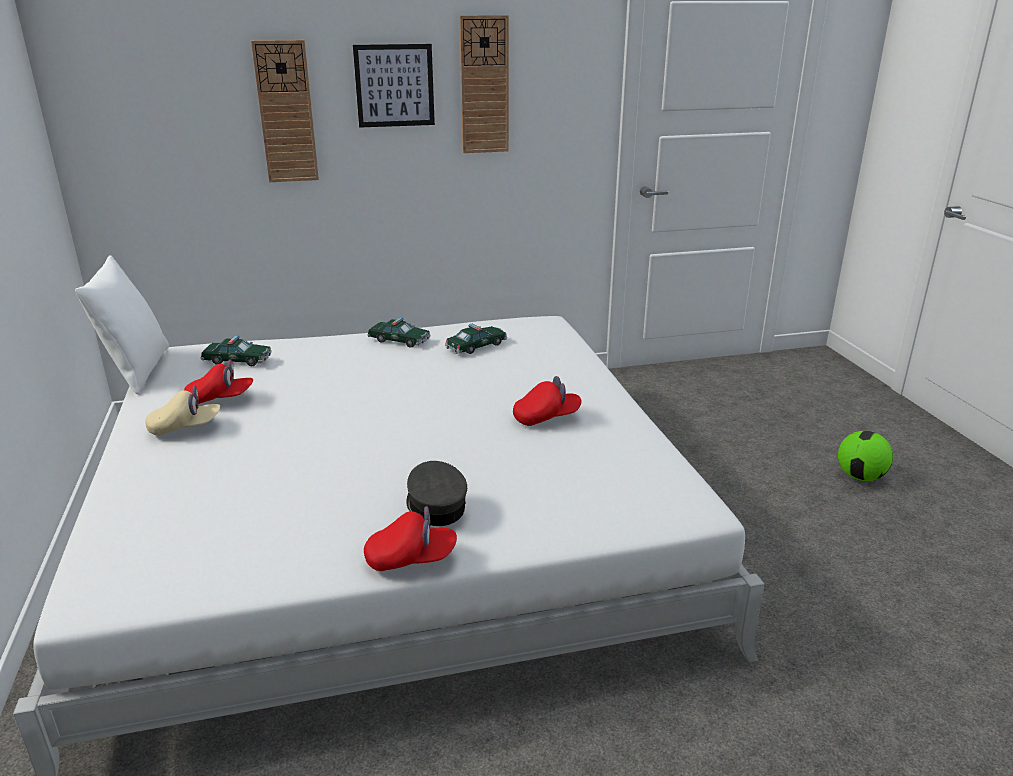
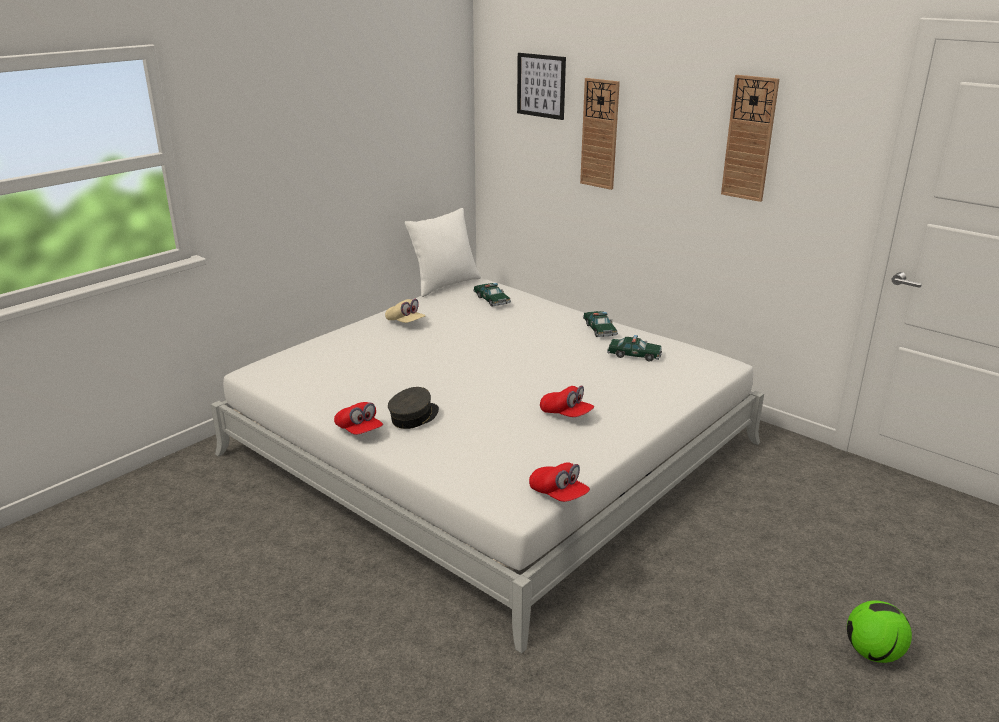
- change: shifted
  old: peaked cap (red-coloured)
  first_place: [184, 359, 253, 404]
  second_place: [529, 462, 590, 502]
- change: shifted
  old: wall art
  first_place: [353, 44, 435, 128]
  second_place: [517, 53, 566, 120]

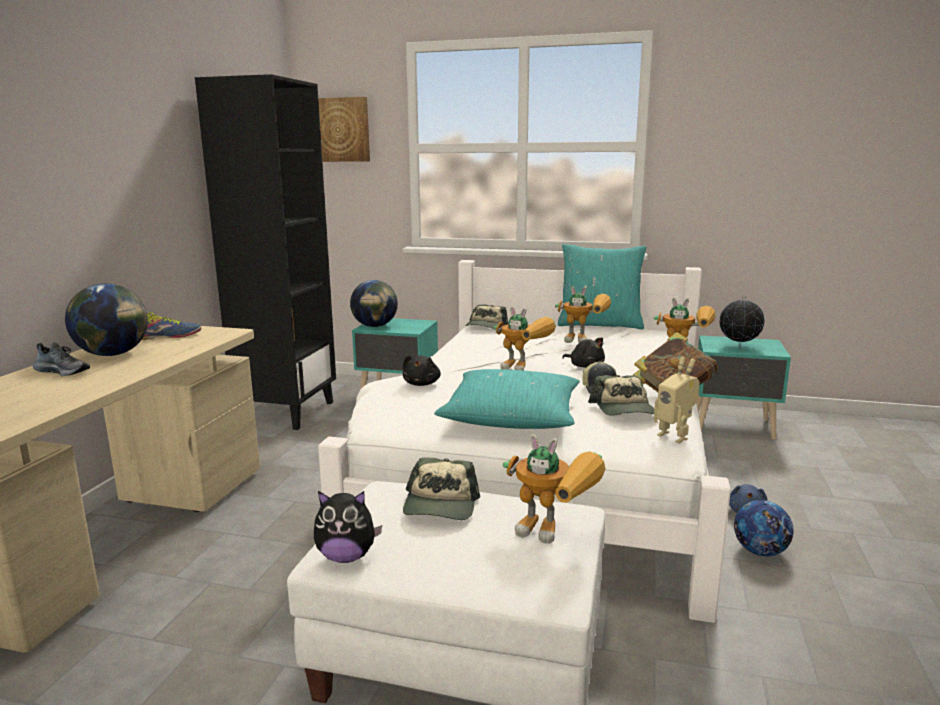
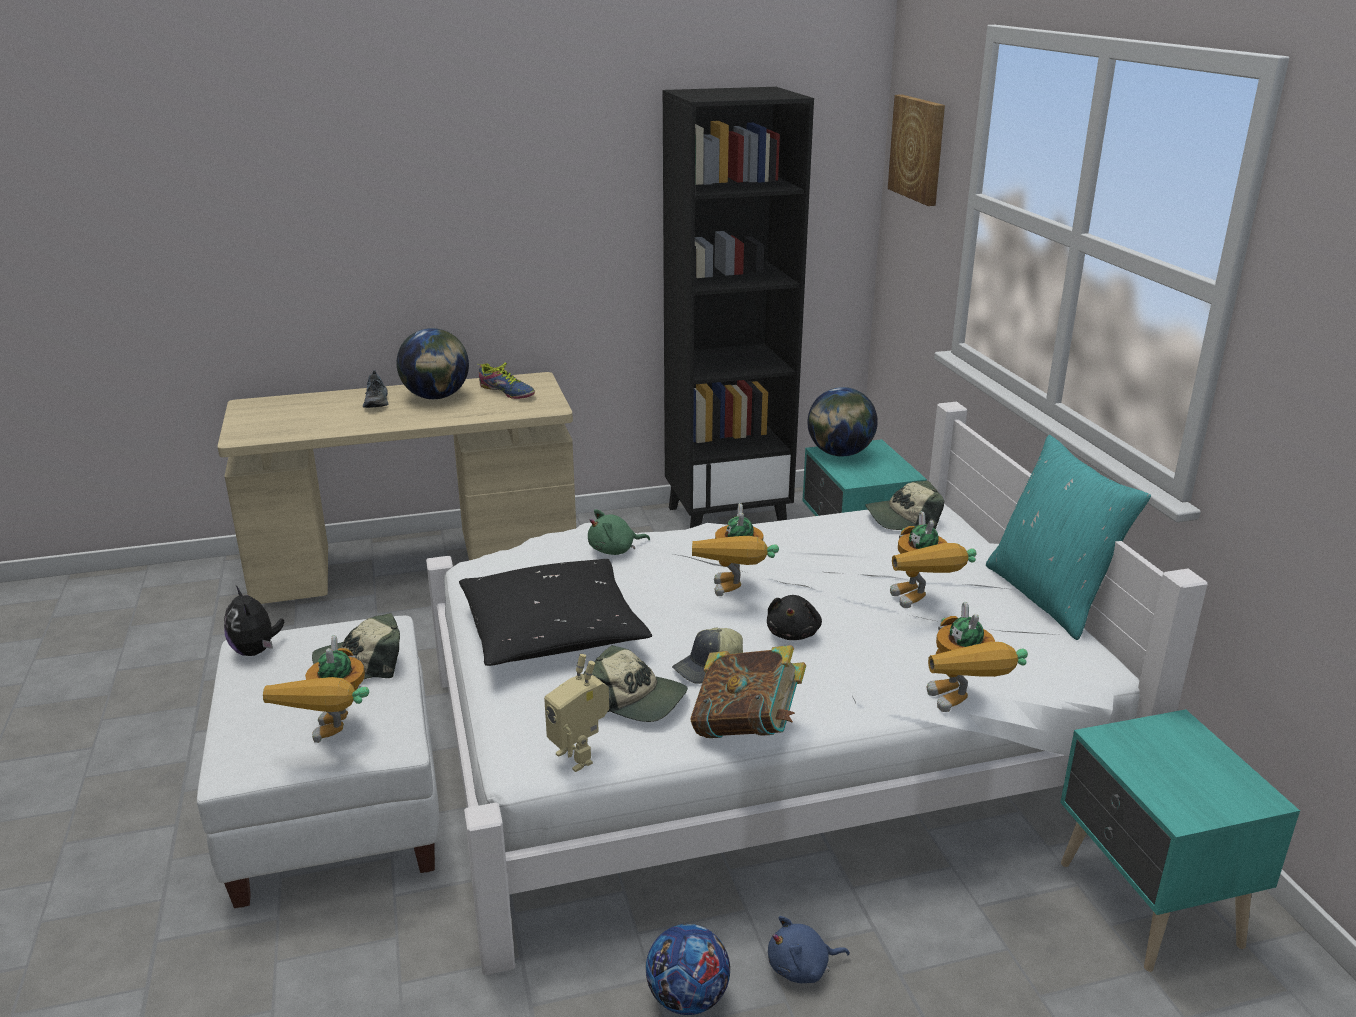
- change: gone
  old: desk globe
  first_place: [719, 296, 765, 346]
- change: repainted
  old: soft toy (blackish)
  new: soft toy (green-coloured)
  first_place: [403, 355, 441, 386]
  second_place: [588, 509, 650, 555]
- change: repainted
  old: throw pillow (turquoise)
  new: throw pillow (blackish)
  first_place: [434, 369, 580, 429]
  second_place: [459, 559, 652, 666]
- change: rotated
  old: peaked cap
  first_place: [588, 375, 654, 415]
  second_place: [583, 645, 688, 722]
  degrees: -120
- change: rotated
  old: robot figure
  first_place: [654, 356, 700, 443]
  second_place: [544, 654, 609, 772]
  degrees: -60

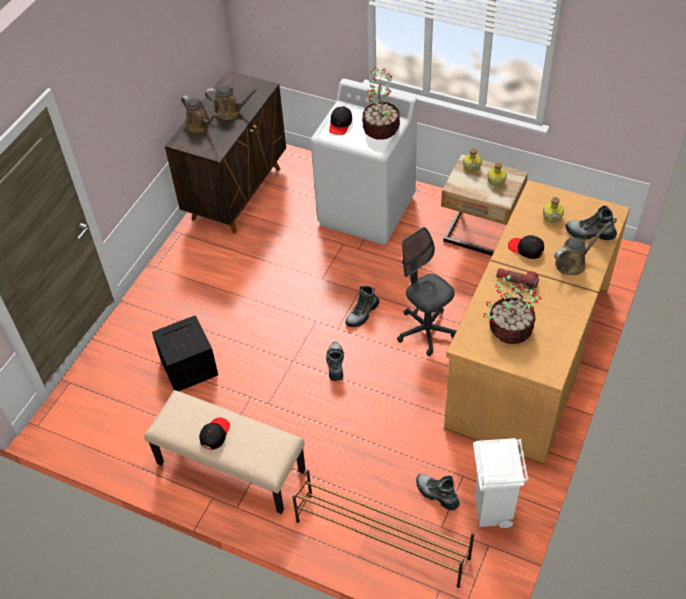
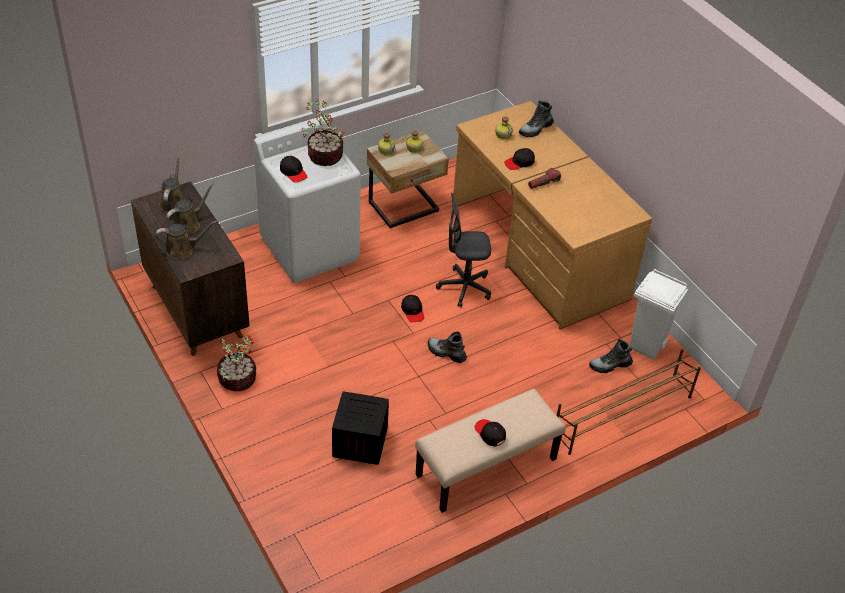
- change: shifted
  old: houseplant
  first_place: [483, 273, 542, 344]
  second_place: [217, 336, 256, 392]
- change: shifted
  old: watering pot (brownish)
  first_place: [554, 222, 611, 275]
  second_place: [159, 154, 185, 213]
- change: swapped
  old: tall boot
  new: peaked cap (blackish)
  first_place: [345, 286, 379, 327]
  second_place: [401, 295, 424, 322]

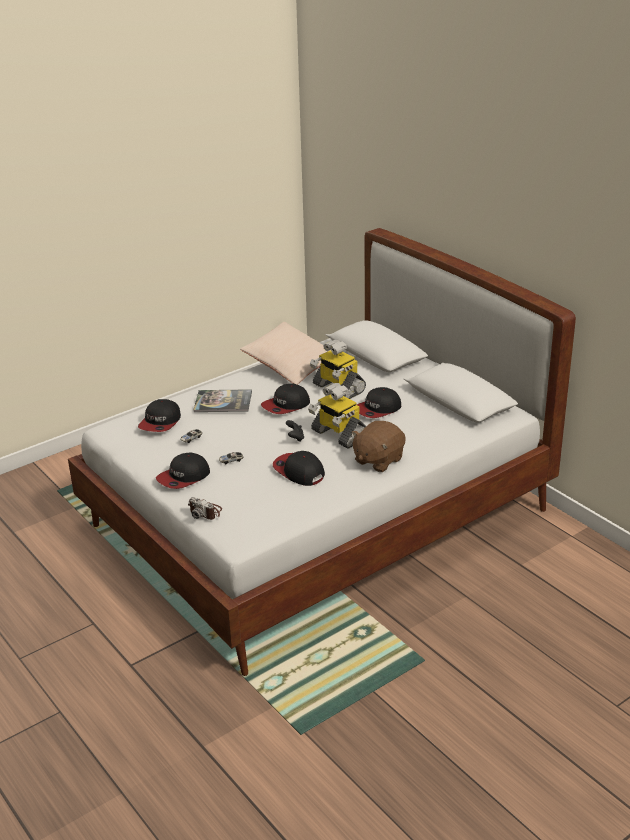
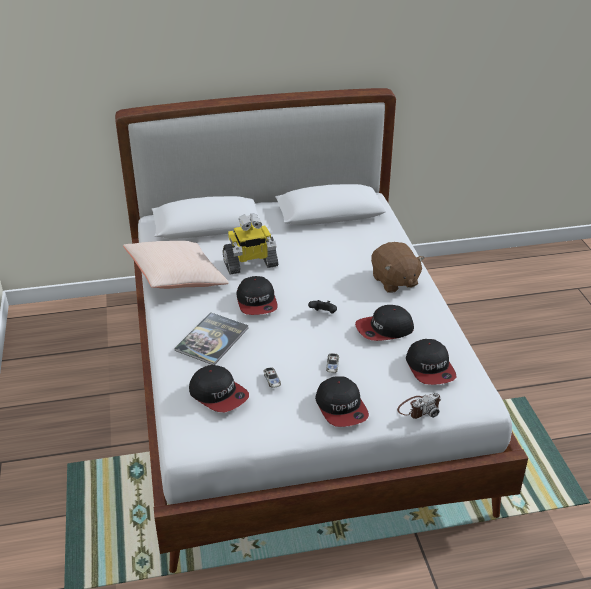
- change: gone
  old: robot figure
  first_place: [308, 383, 366, 449]
- change: shifted
  old: peaked cap
  first_place: [357, 387, 401, 418]
  second_place: [406, 339, 456, 385]

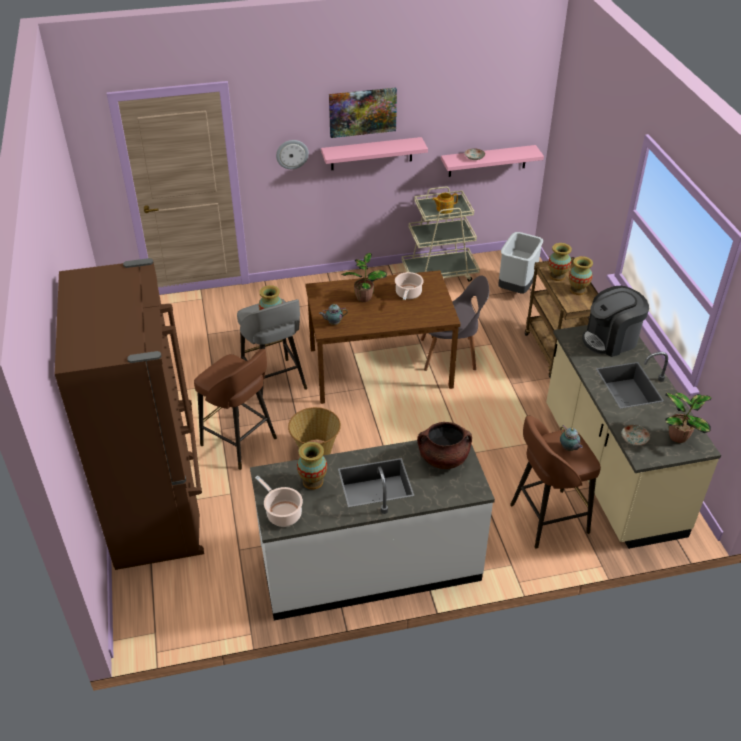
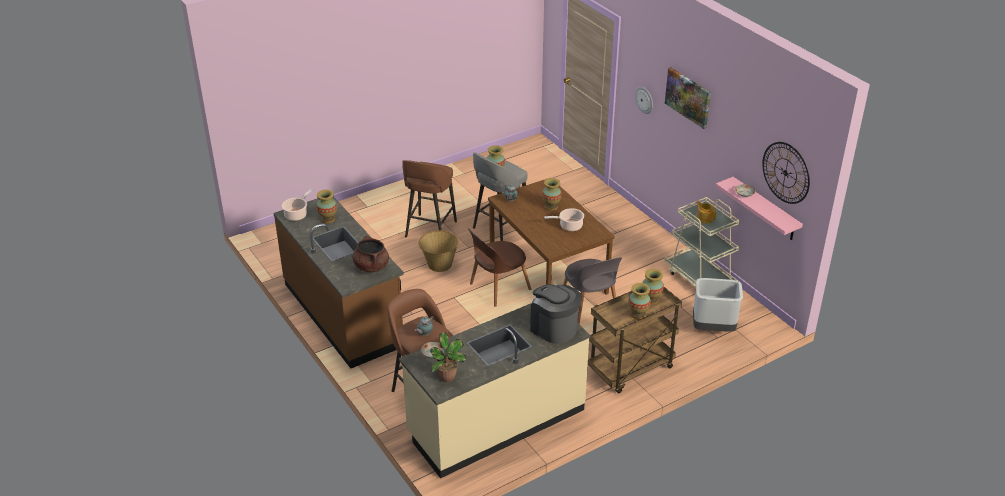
- change: gone
  old: refrigerator (brownish)
  first_place: [55, 258, 204, 570]
- change: gone
  old: shelf (pinkish)
  first_place: [321, 137, 428, 170]
- change: new
  new: plain chair (brownish)
  second_place: [468, 228, 531, 306]
- change: new
  new: hanging clock
  second_place: [762, 142, 810, 204]
- change: swapped
  old: houseplant
  new: vase
  first_place: [341, 253, 387, 302]
  second_place: [542, 178, 562, 211]
- change: repainted
  old: counter (white-coloured)
  new: counter (brownish)
  first_place: [250, 436, 495, 620]
  second_place: [274, 196, 404, 369]

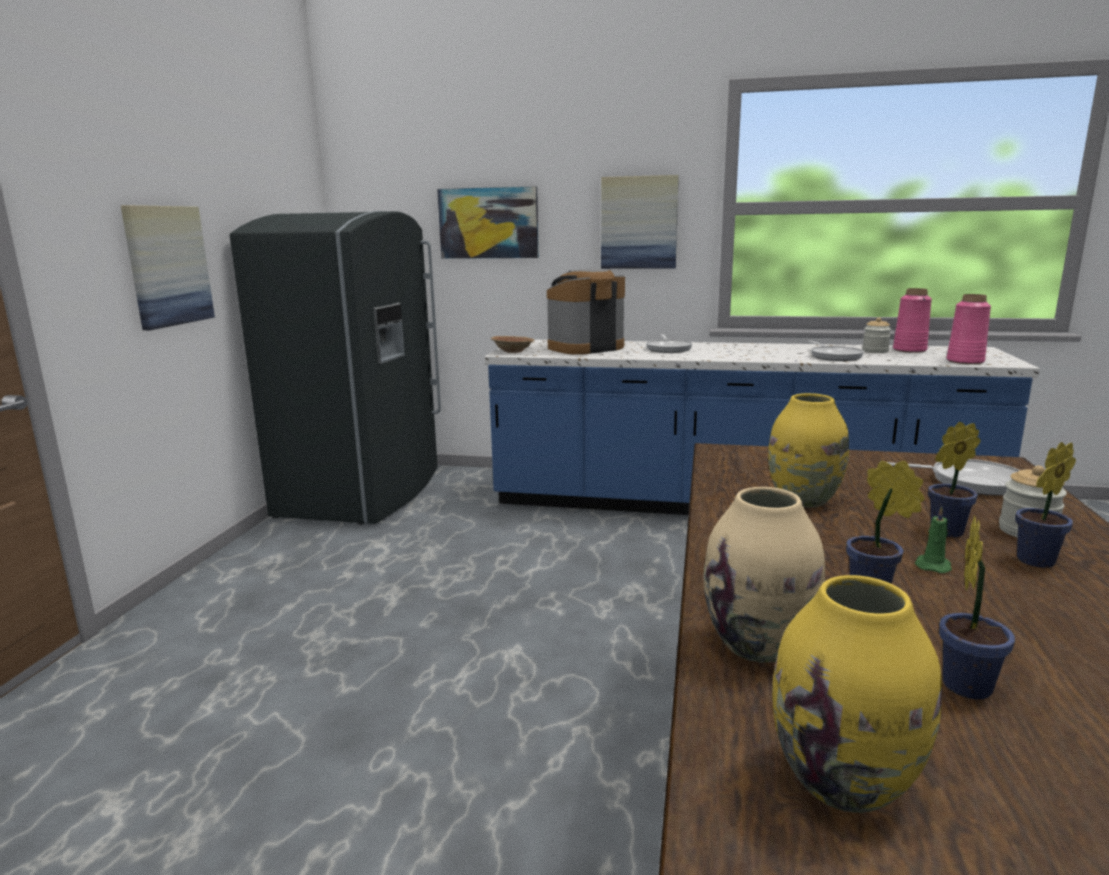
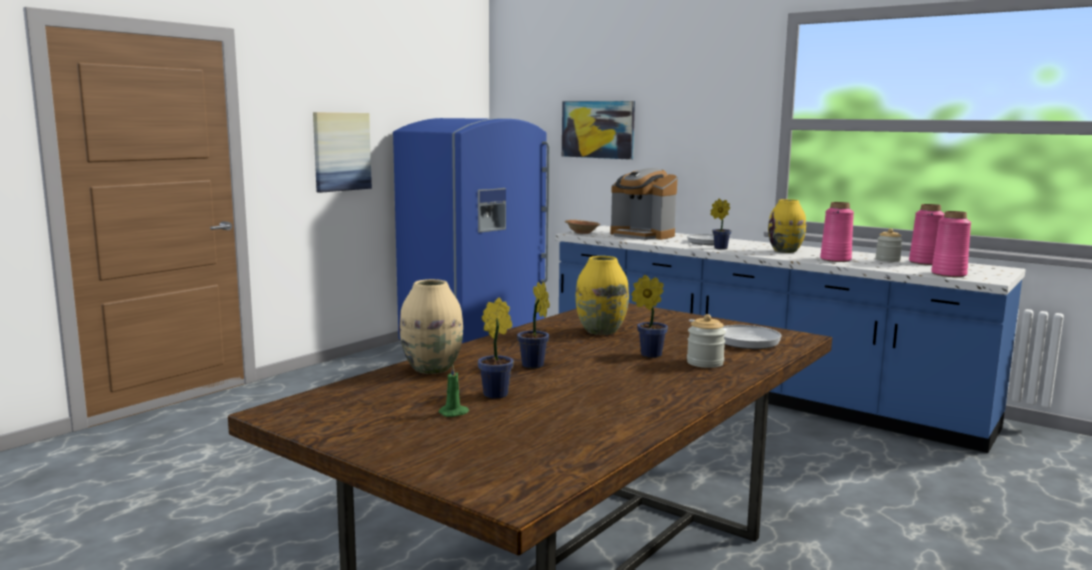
- change: gone
  old: wall art
  first_place: [601, 175, 679, 269]
- change: shifted
  old: vase (yellowish)
  first_place: [772, 575, 942, 813]
  second_place: [768, 199, 806, 253]
- change: shifted
  old: candle (green-coloured)
  first_place: [915, 506, 952, 573]
  second_place: [439, 364, 469, 417]
- change: shifted
  old: houseplant
  first_place: [1015, 442, 1076, 568]
  second_place: [710, 199, 731, 250]
- change: swapped
  old: pan
  new: vase (pinkish)
  first_place: [808, 341, 864, 361]
  second_place: [820, 202, 854, 262]
- change: repainted
  old: refrigerator (gray)
  new: refrigerator (blue-coloured)
  first_place: [230, 211, 441, 525]
  second_place: [393, 118, 550, 343]
- change: rotated
  old: coffee maker
  first_place: [547, 268, 625, 355]
  second_place: [610, 168, 678, 240]
  degrees: -135

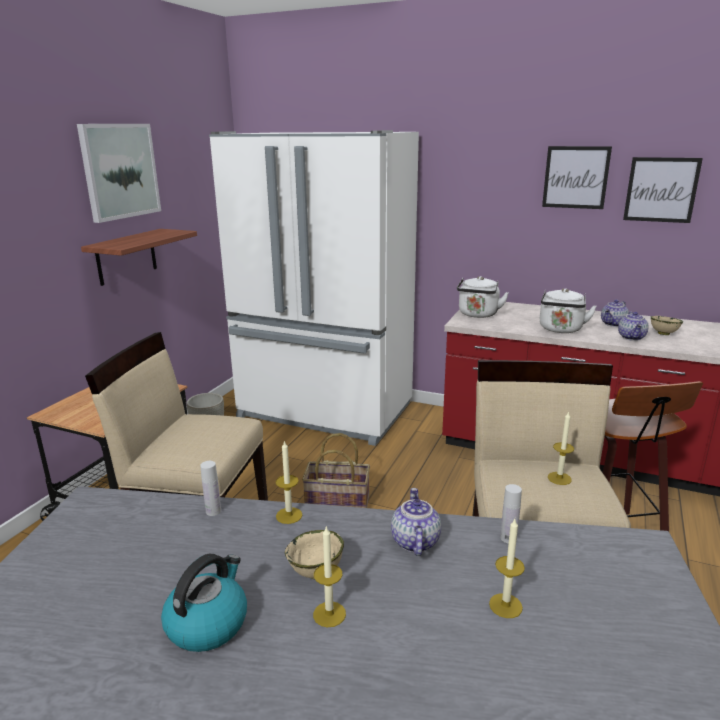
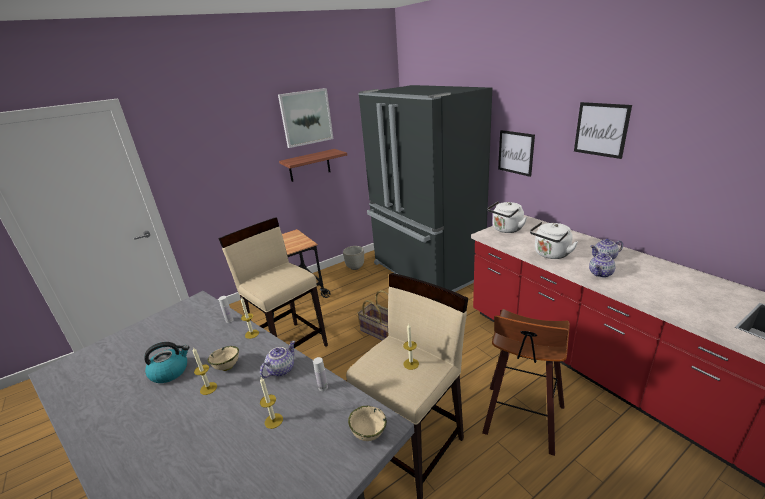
- change: shifted
  old: wall art
  first_place: [623, 157, 703, 223]
  second_place: [498, 130, 535, 177]
- change: shifted
  old: bowl (beige-coloured)
  first_place: [651, 316, 683, 335]
  second_place: [348, 406, 387, 441]
- change: repainted
  old: refrigerator (white-coloured)
  new: refrigerator (blackish)
  first_place: [209, 130, 419, 446]
  second_place: [358, 85, 492, 292]

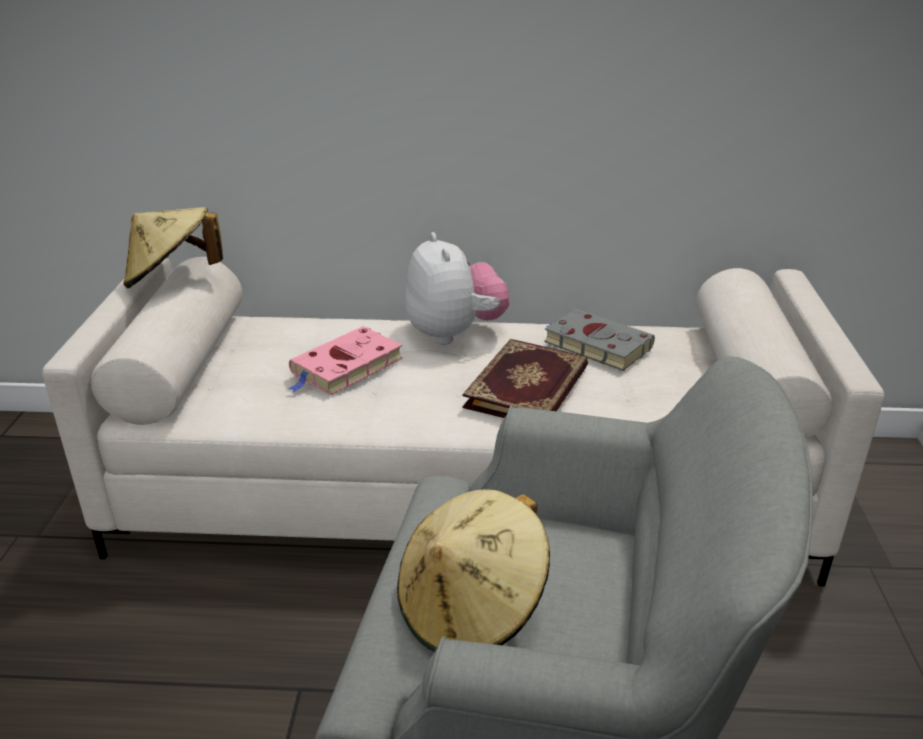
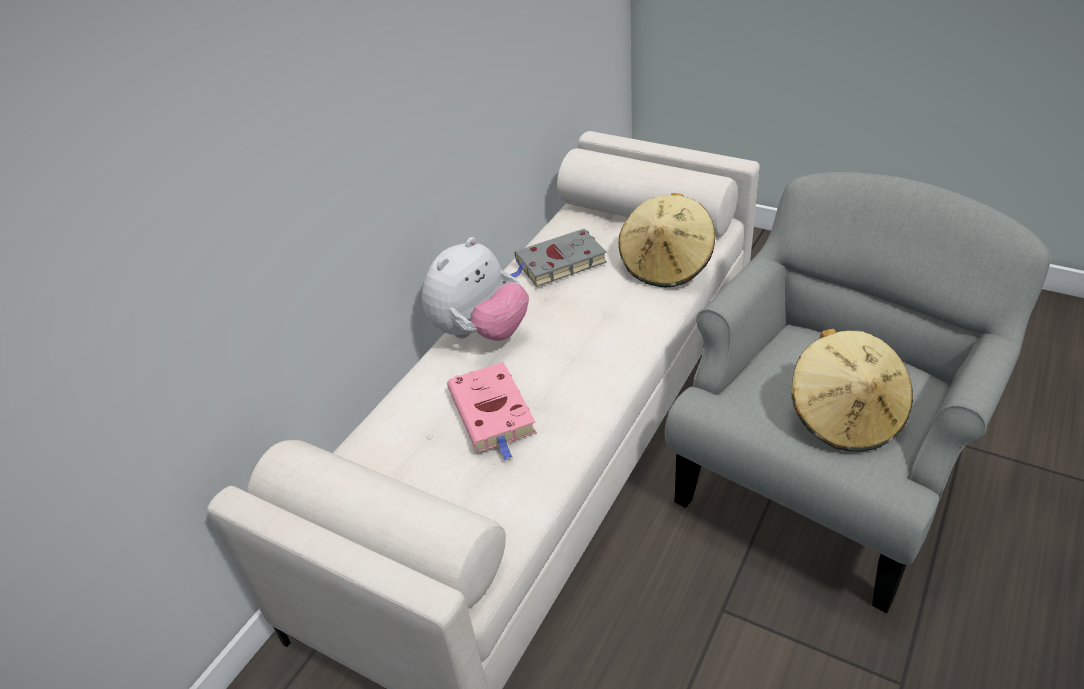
- change: gone
  old: volume
  first_place: [463, 339, 588, 418]
- change: shifted
  old: wearable hat (beige-coloured)
  first_place: [123, 207, 223, 288]
  second_place: [619, 193, 715, 287]
- change: rotated
  old: soft toy
  first_place: [405, 232, 510, 345]
  second_place: [422, 237, 529, 341]
  degrees: 120

